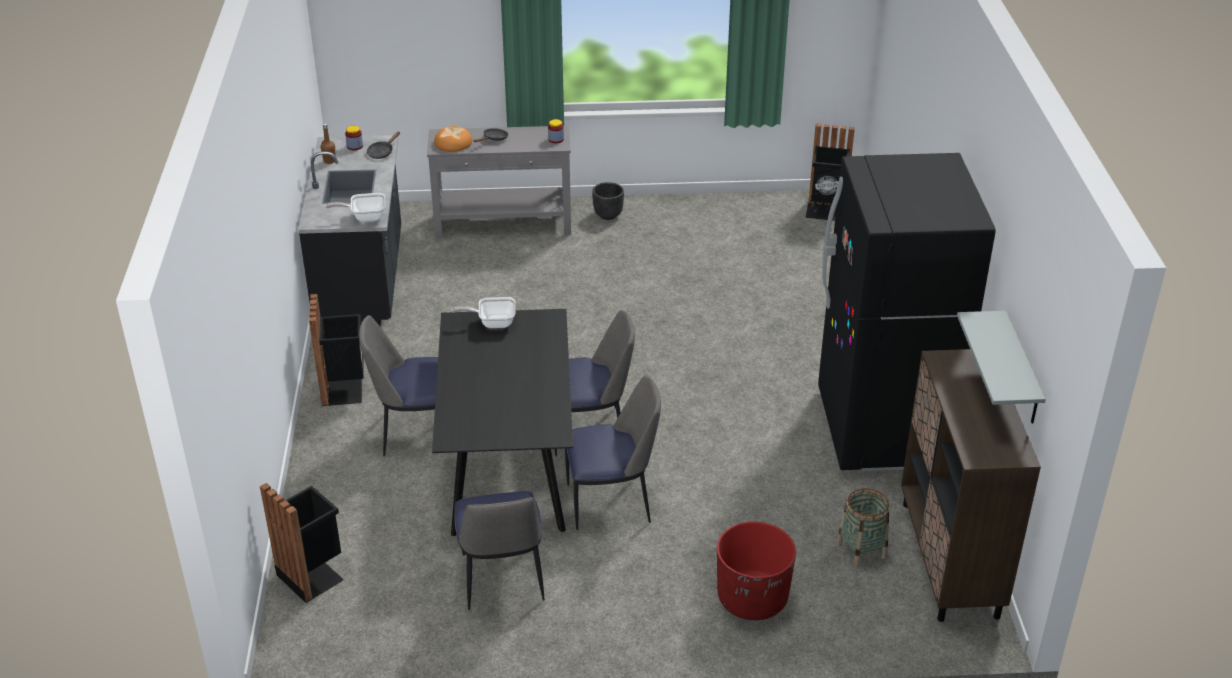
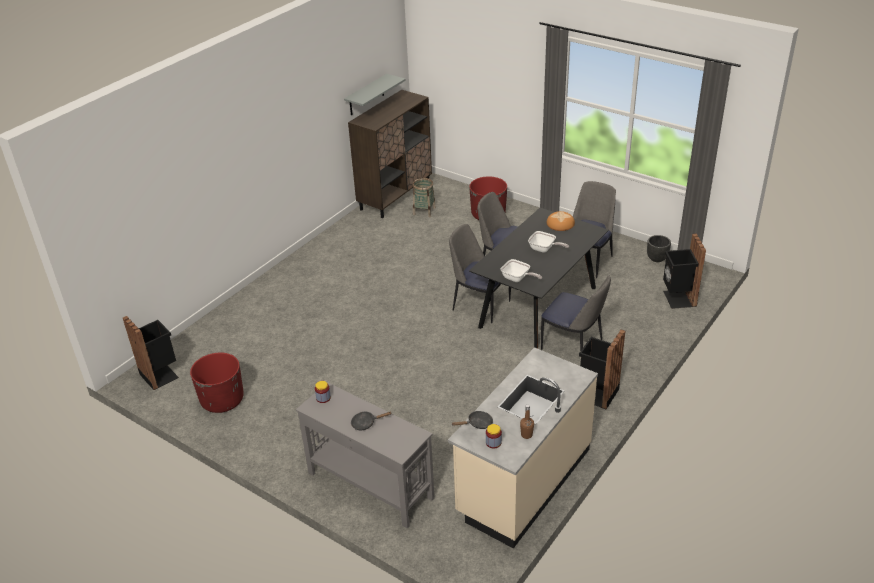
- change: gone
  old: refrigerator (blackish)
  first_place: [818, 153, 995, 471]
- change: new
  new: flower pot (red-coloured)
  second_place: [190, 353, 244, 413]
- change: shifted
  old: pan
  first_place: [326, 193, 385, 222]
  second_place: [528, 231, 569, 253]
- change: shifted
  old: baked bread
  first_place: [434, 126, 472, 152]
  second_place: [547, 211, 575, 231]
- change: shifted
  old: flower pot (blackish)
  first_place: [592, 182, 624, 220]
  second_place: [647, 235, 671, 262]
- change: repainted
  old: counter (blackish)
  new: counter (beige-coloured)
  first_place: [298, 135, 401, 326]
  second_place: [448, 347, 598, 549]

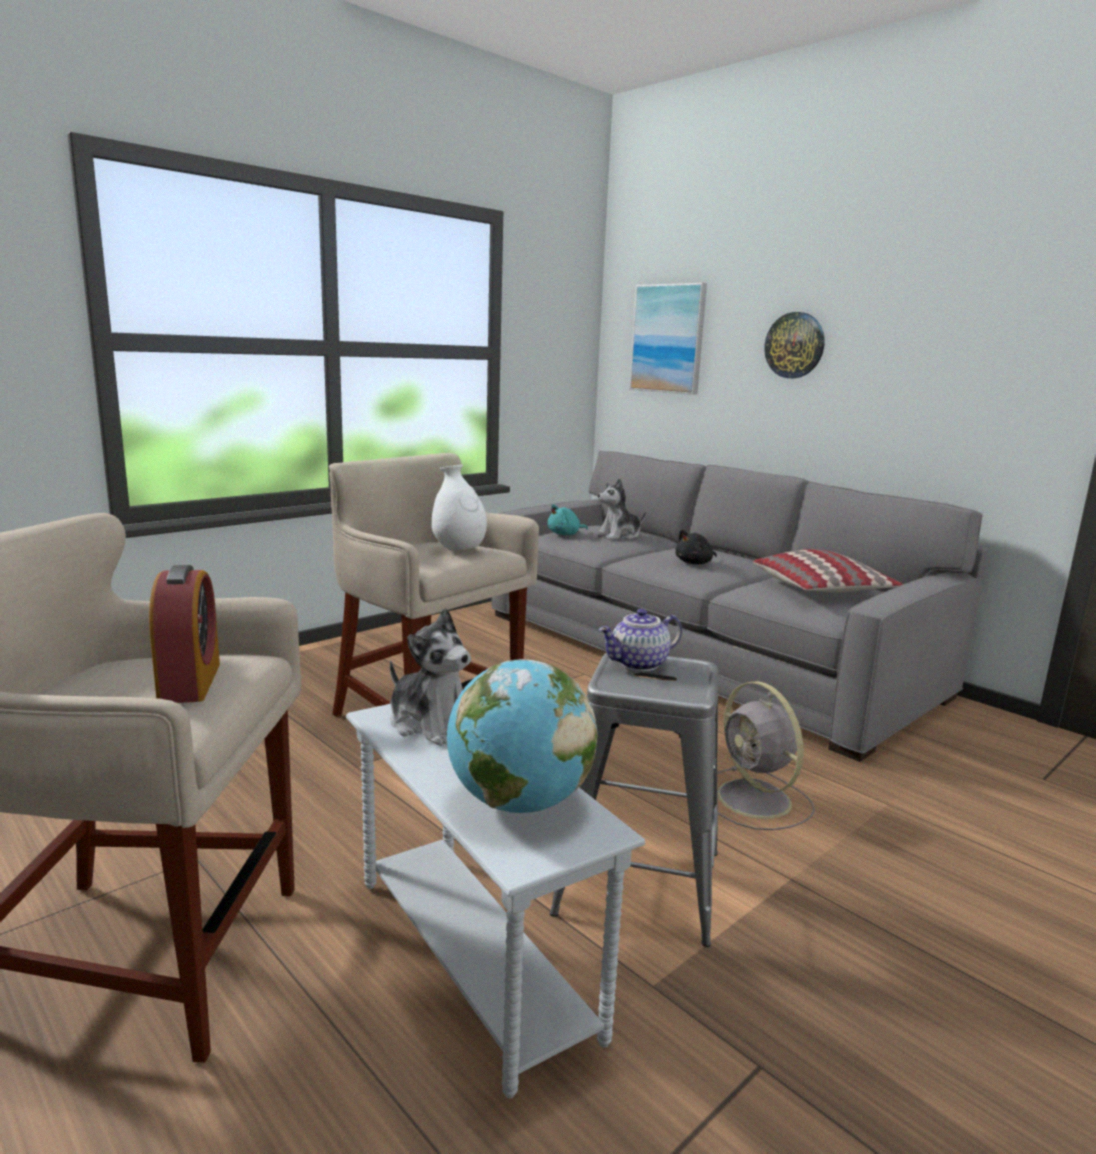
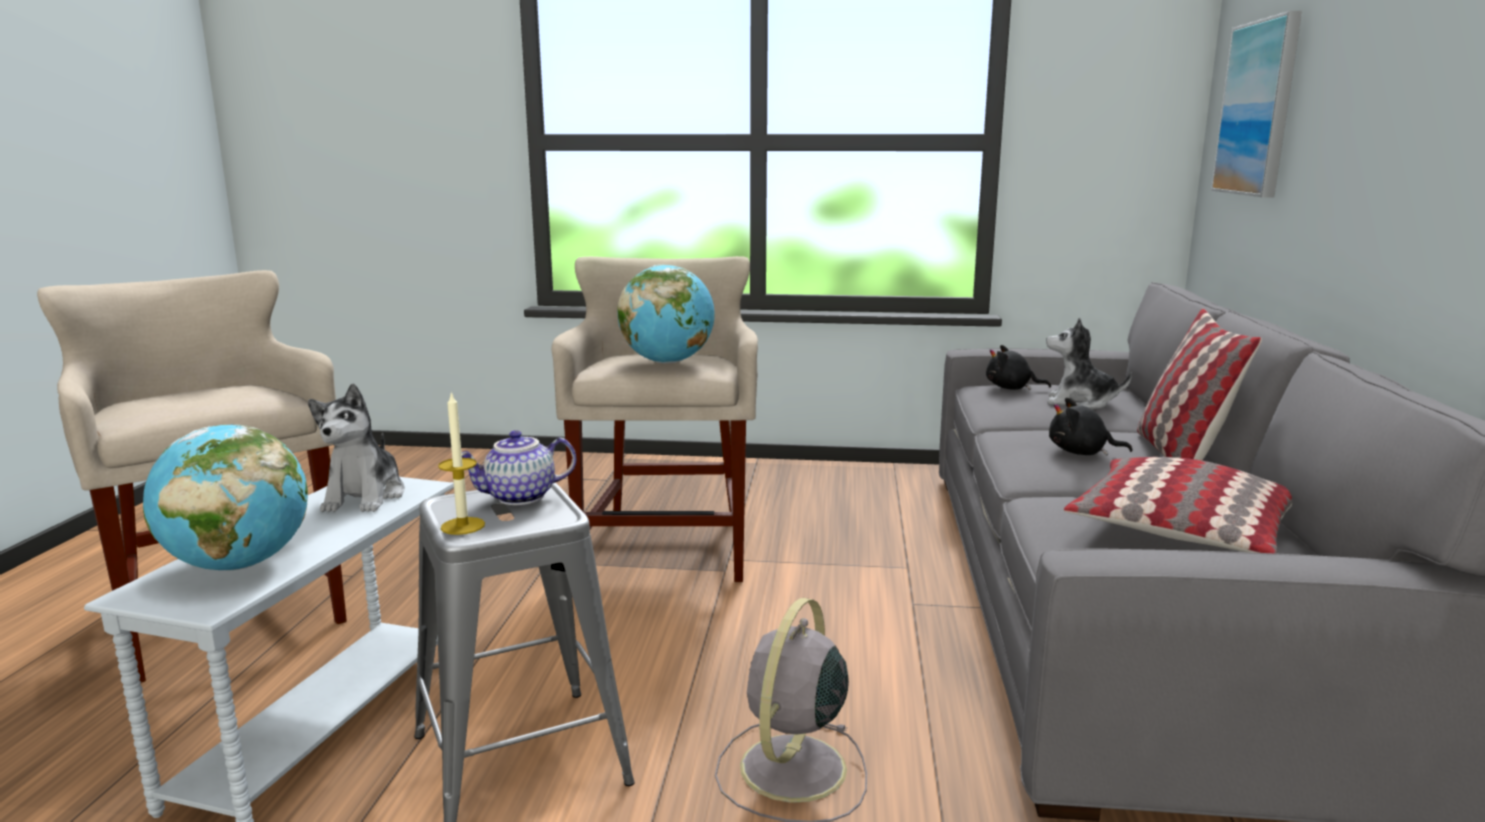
- change: gone
  old: bedside clock
  first_place: [149, 565, 220, 703]
- change: gone
  old: hanging clock
  first_place: [764, 312, 825, 378]
- change: new
  new: candle
  second_place: [438, 392, 485, 535]
- change: new
  new: throw pillow
  second_place: [1137, 309, 1262, 460]
- change: swapped
  old: vase (white-coloured)
  new: desk globe
  first_place: [432, 464, 487, 550]
  second_place: [617, 265, 715, 364]
- change: repainted
  old: soft toy (turquoise)
  new: soft toy (blackish)
  first_place: [547, 504, 588, 535]
  second_place: [986, 345, 1051, 390]
- change: rotated
  old: pot for tea
  first_place: [598, 609, 682, 671]
  second_place: [461, 430, 576, 505]
  degrees: -45

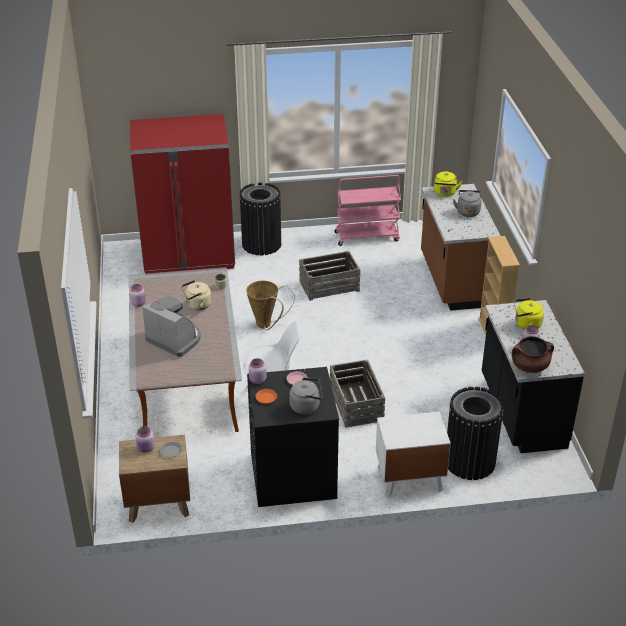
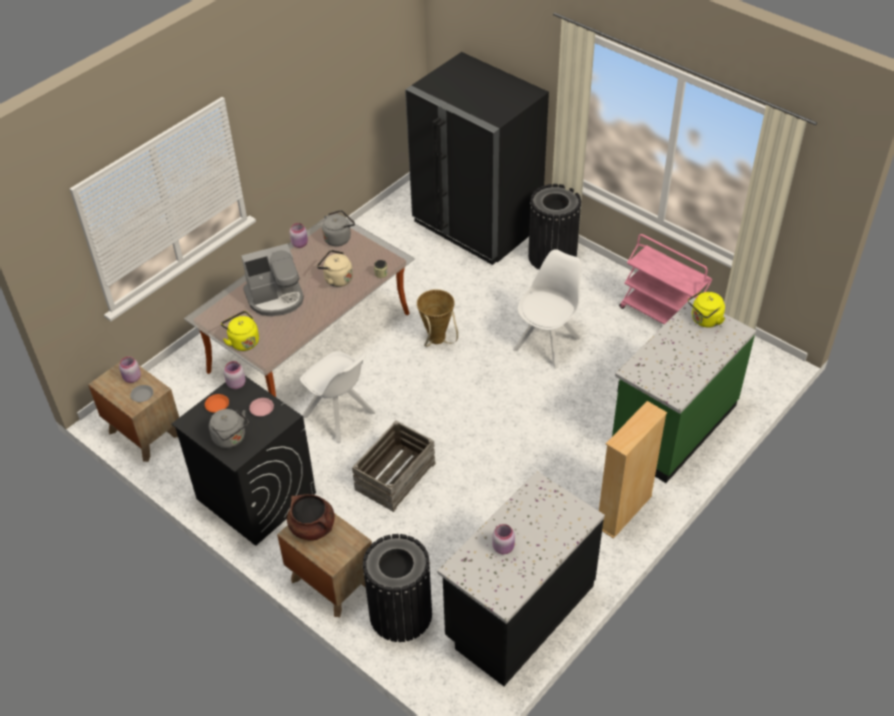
- change: shifted
  old: water kettle (gray)
  first_place: [453, 190, 482, 217]
  second_place: [322, 210, 355, 246]
- change: shifted
  old: saucepot (brownish)
  first_place: [512, 336, 554, 373]
  second_place: [287, 494, 335, 540]
- change: shifted
  old: water kettle (yellowish)
  first_place: [514, 298, 544, 330]
  second_place: [221, 311, 259, 351]
- change: swapped
  old: shipping crate
  new: plain chair (white-coloured)
  first_place: [299, 251, 360, 301]
  second_place: [513, 249, 581, 369]
- change: repainted
  old: refrigerator (red-coloured)
  new: refrigerator (blackish)
  first_place: [130, 114, 235, 274]
  second_place: [405, 52, 549, 265]
- change: repainted
  old: nightstand (white-coloured)
  new: nightstand (brownish)
  first_place: [376, 412, 451, 498]
  second_place: [277, 513, 372, 617]
- change: repainted
  old: counter (brownish)
  new: counter (green-coloured)
  first_place: [421, 184, 501, 311]
  second_place: [612, 298, 756, 483]
- change: rotated
  old: coffee maker
  first_place: [142, 296, 201, 357]
  second_place: [241, 244, 304, 316]
  degrees: 75

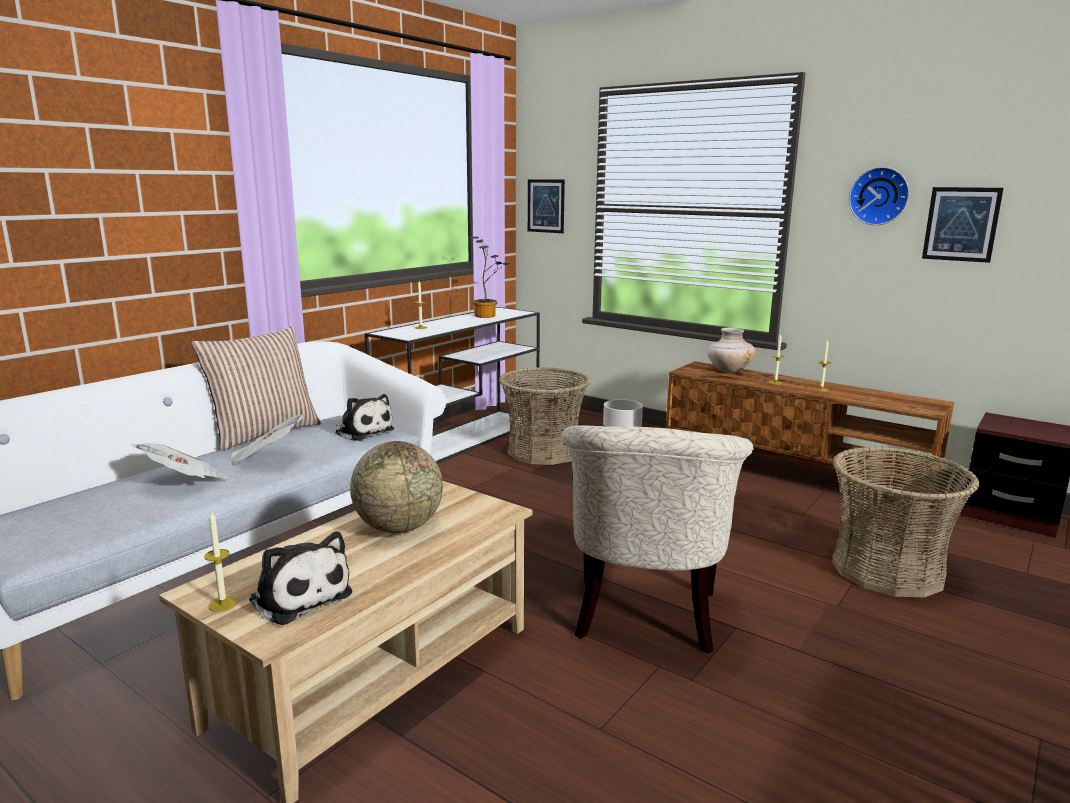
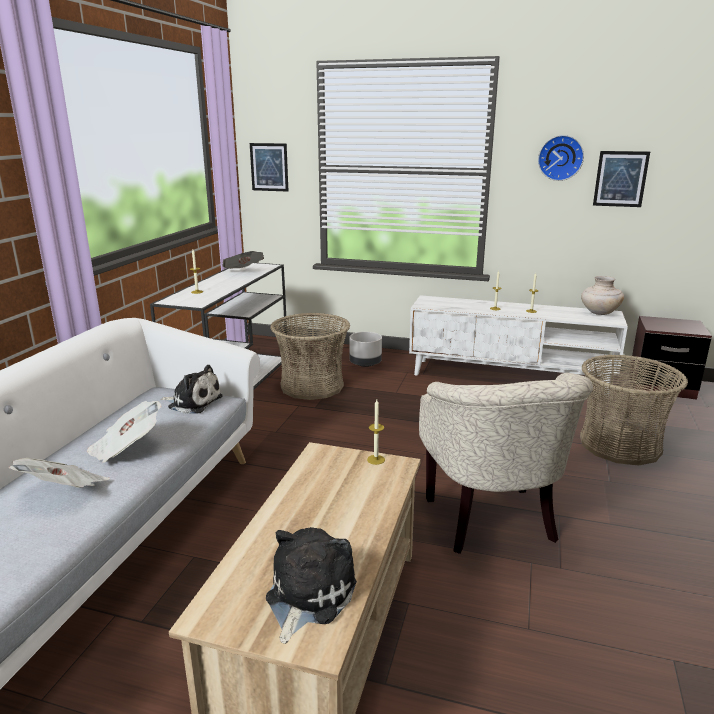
- change: gone
  old: throw pillow
  first_place: [191, 326, 321, 451]
- change: gone
  old: desk globe
  first_place: [350, 441, 443, 533]
- change: shifted
  old: candle
  first_place: [204, 511, 238, 612]
  second_place: [367, 400, 385, 465]
- change: shifted
  old: vase (beige-coloured)
  first_place: [707, 328, 756, 373]
  second_place: [581, 276, 624, 315]
- change: swapped
  old: houseplant
  new: printed paper
  first_place: [470, 237, 510, 318]
  second_place: [223, 251, 264, 269]
- change: repainted
  old: media console (brownish)
  new: media console (white-coloured)
  first_place: [666, 361, 954, 515]
  second_place: [409, 295, 628, 397]
- change: rotated
  old: soft toy
  first_place: [249, 531, 352, 625]
  second_place: [266, 527, 357, 644]
  degrees: -90

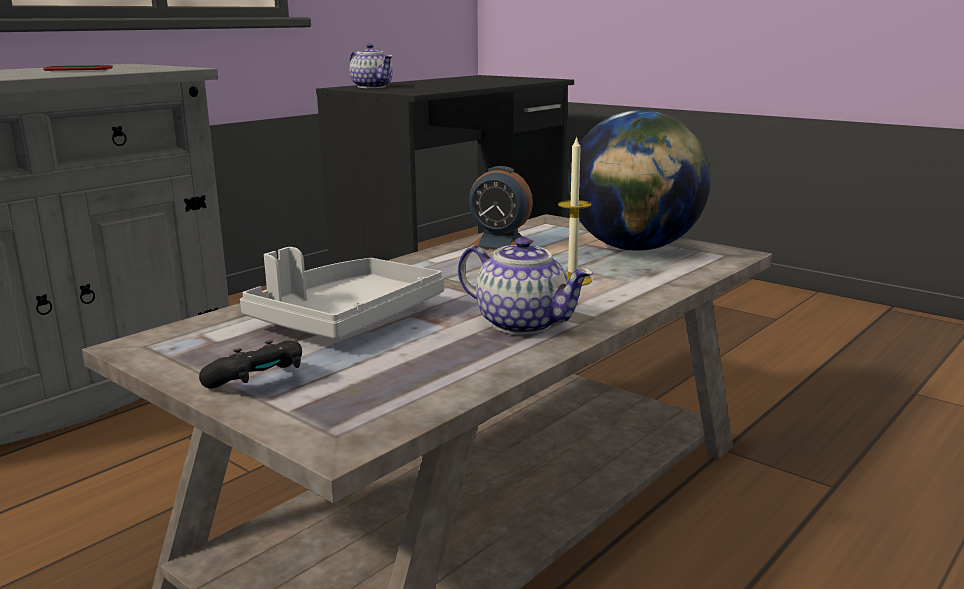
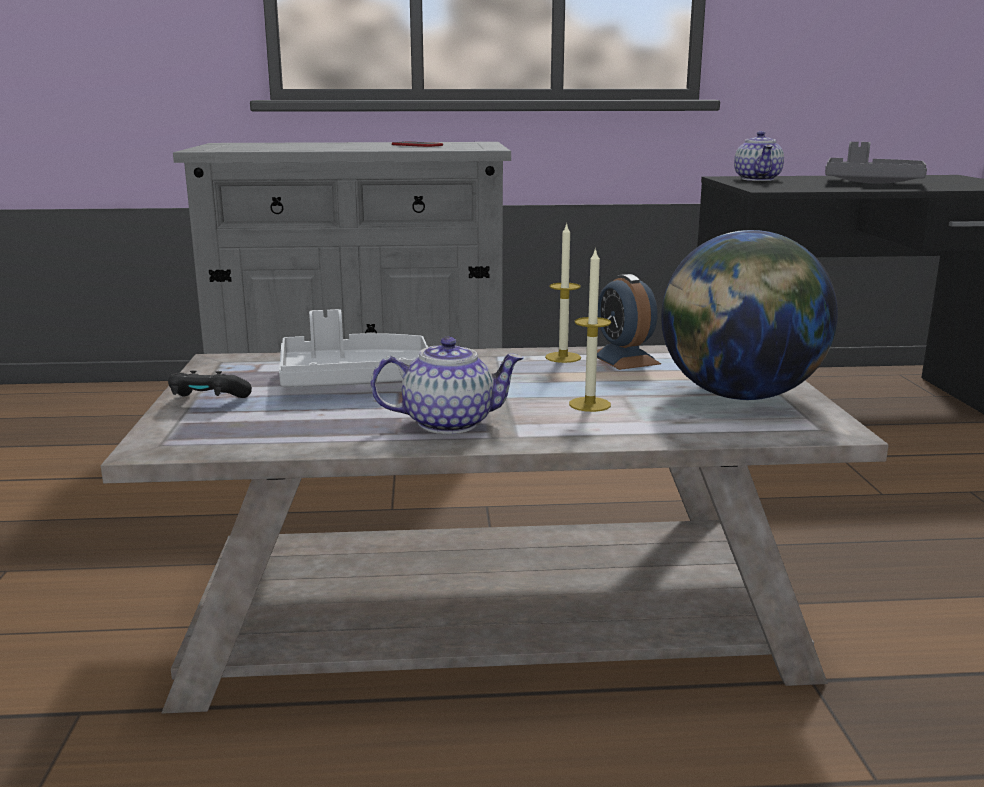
- change: new
  new: candle
  second_place: [545, 222, 581, 363]
- change: new
  new: tray (gray)
  second_place: [825, 142, 927, 184]
- change: rotated
  old: pot for tea
  first_place: [458, 237, 593, 335]
  second_place: [371, 337, 524, 434]
  degrees: -90

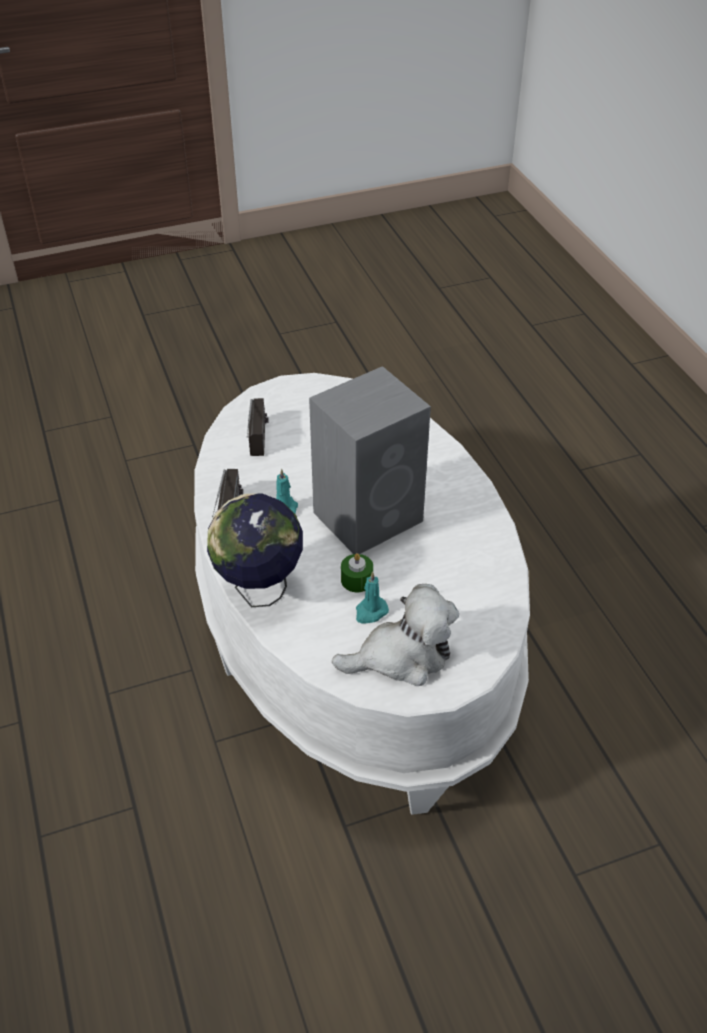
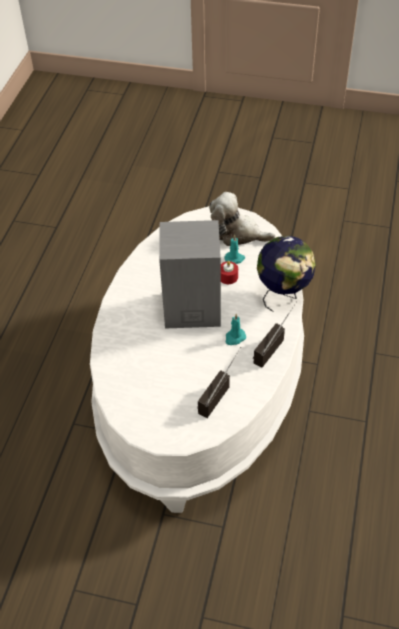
- change: repainted
  old: candle (green-coloured)
  new: candle (red-coloured)
  first_place: [341, 553, 373, 592]
  second_place: [221, 261, 238, 284]

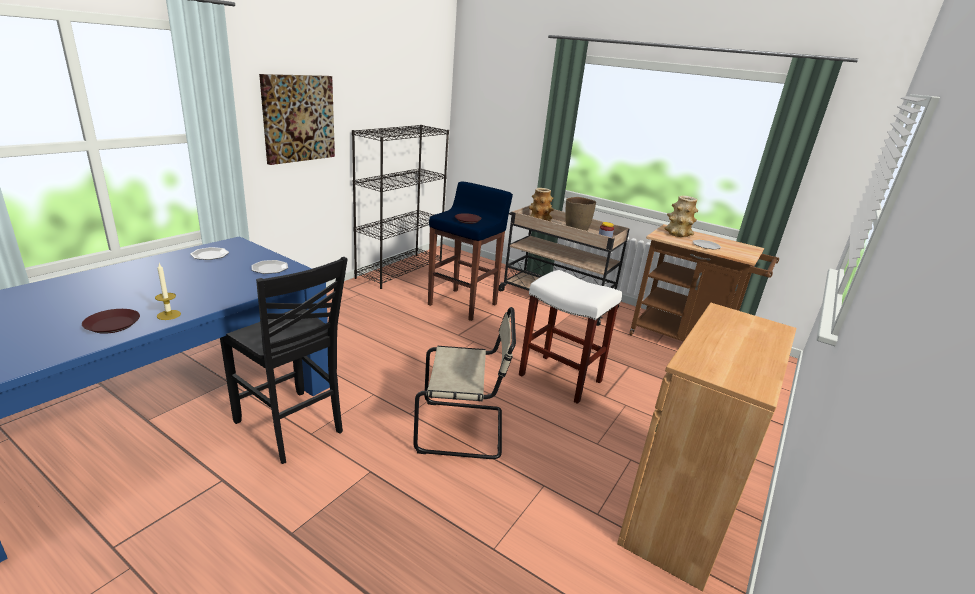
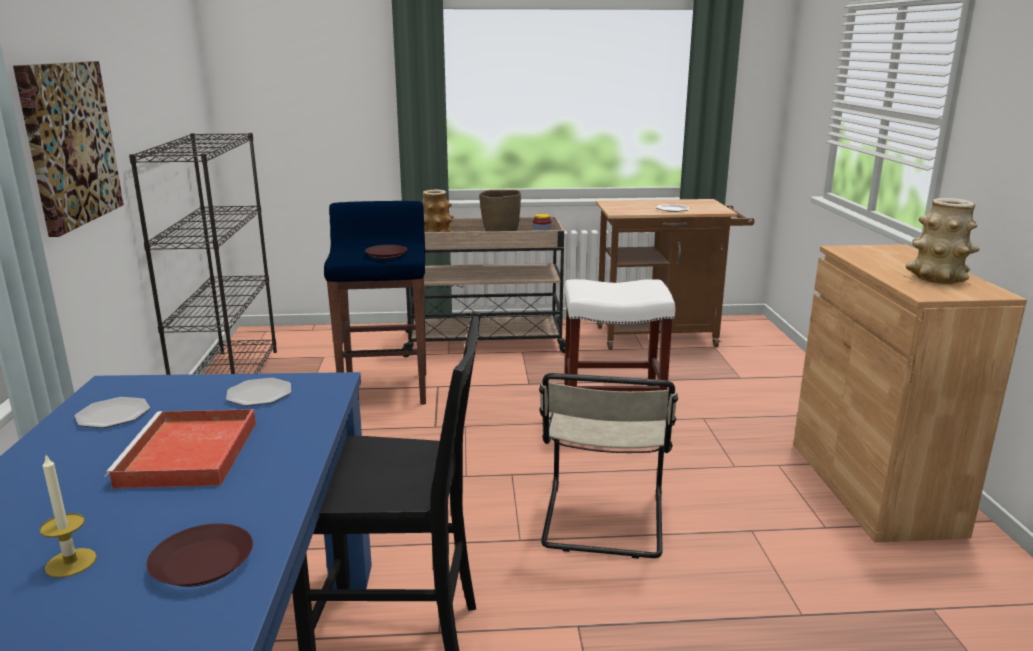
- change: new
  new: tray (red-coloured)
  second_place: [104, 409, 256, 489]
- change: shifted
  old: candle
  first_place: [155, 263, 181, 320]
  second_place: [39, 455, 97, 578]
- change: shifted
  old: vase
  first_place: [664, 196, 698, 237]
  second_place: [906, 198, 979, 284]
- change: rotated
  old: plain chair (beige-coloured)
  first_place: [413, 307, 516, 459]
  second_place: [539, 373, 678, 559]
  degrees: 135

